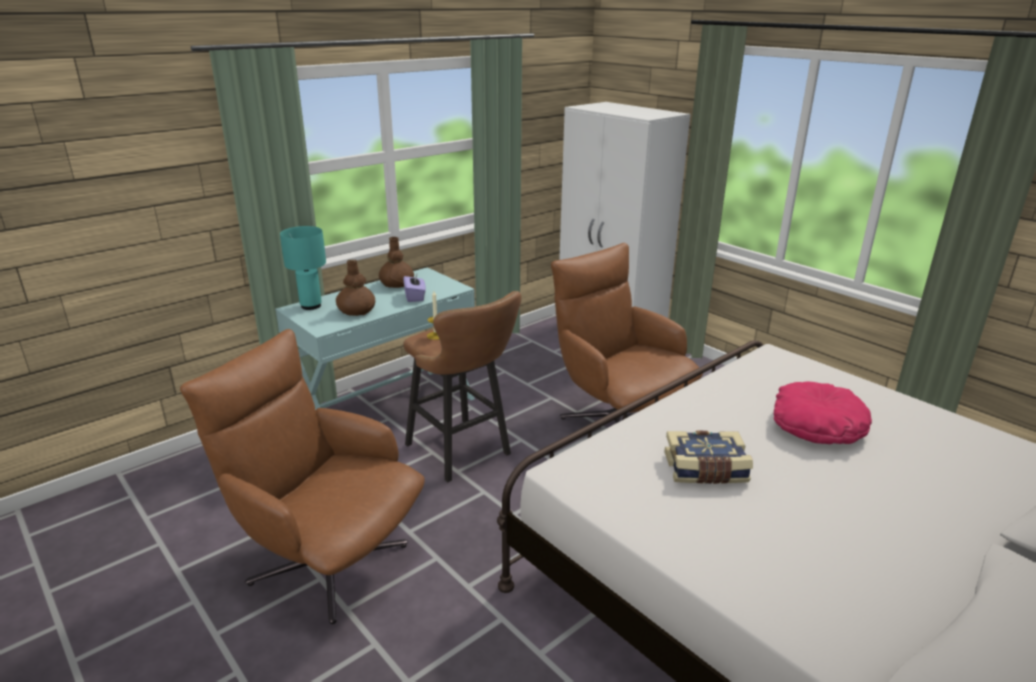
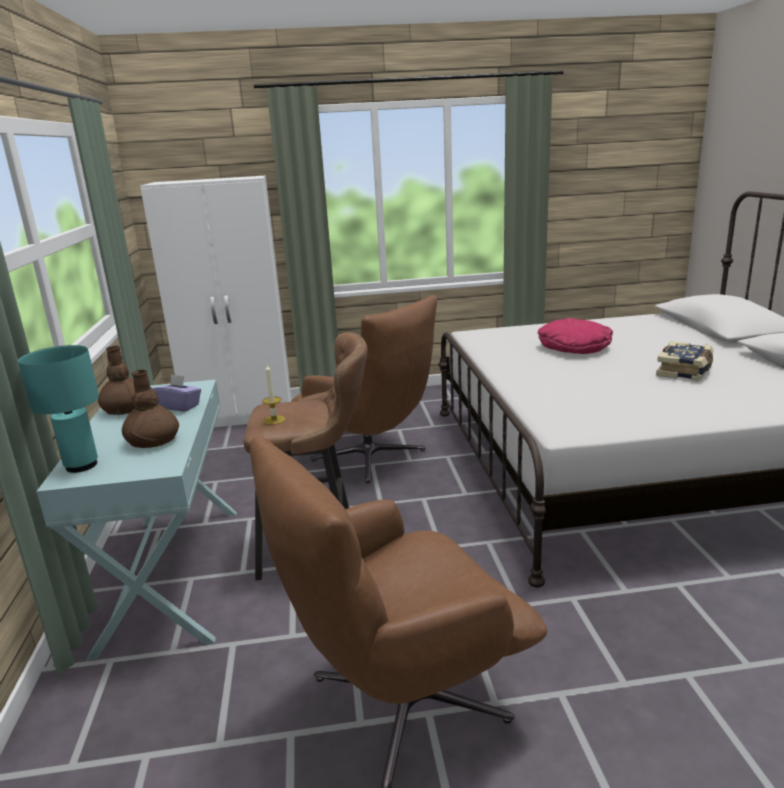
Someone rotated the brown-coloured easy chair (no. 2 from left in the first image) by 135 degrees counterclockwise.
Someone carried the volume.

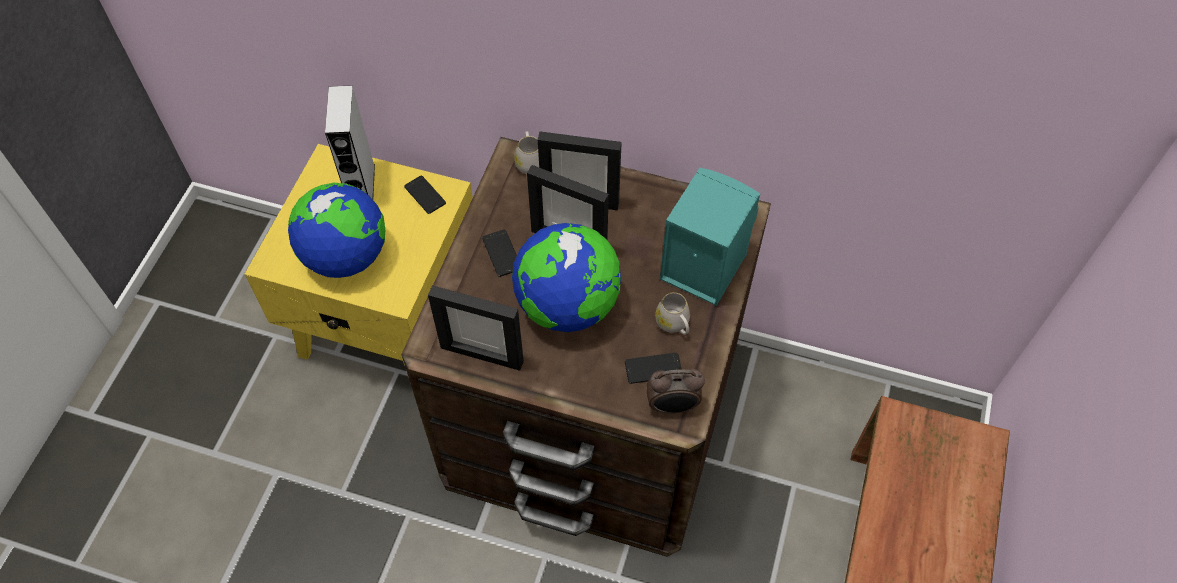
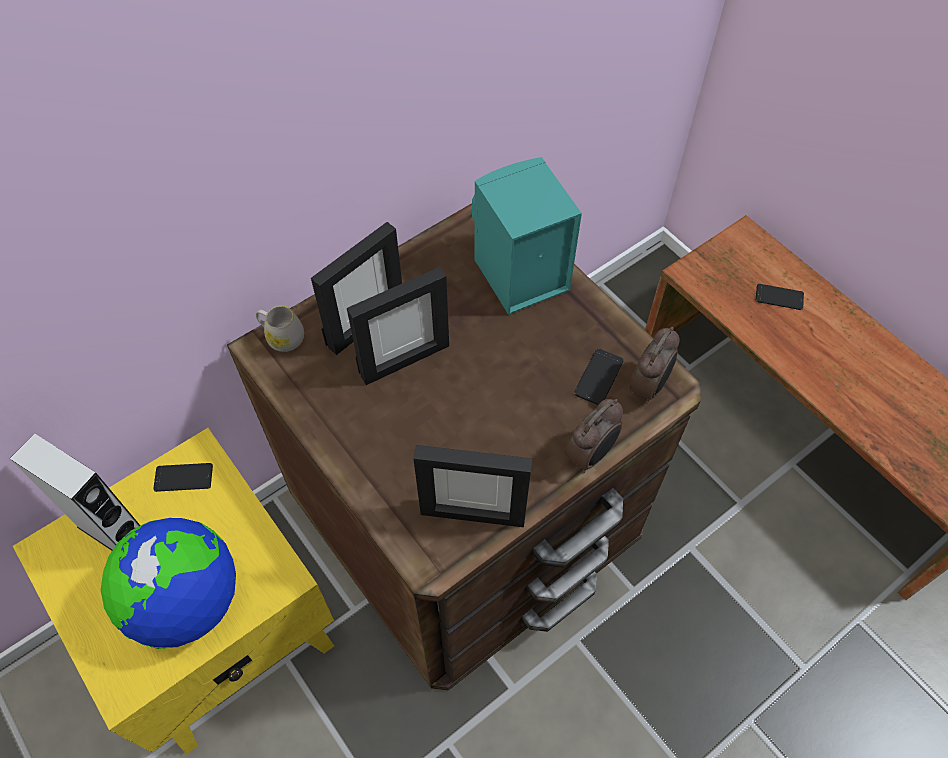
Someone took away the globe (no. 2 from left).
Someone carried the handset (no. 2 from left in the first image).
Someone rotated the picture frame (no. 1 from left in the first image) by 45 degrees clockwise.
Someone took away the whitish coffee mug (no. 2 from left).
Someone put down the alarm clock (no. 1 from left).

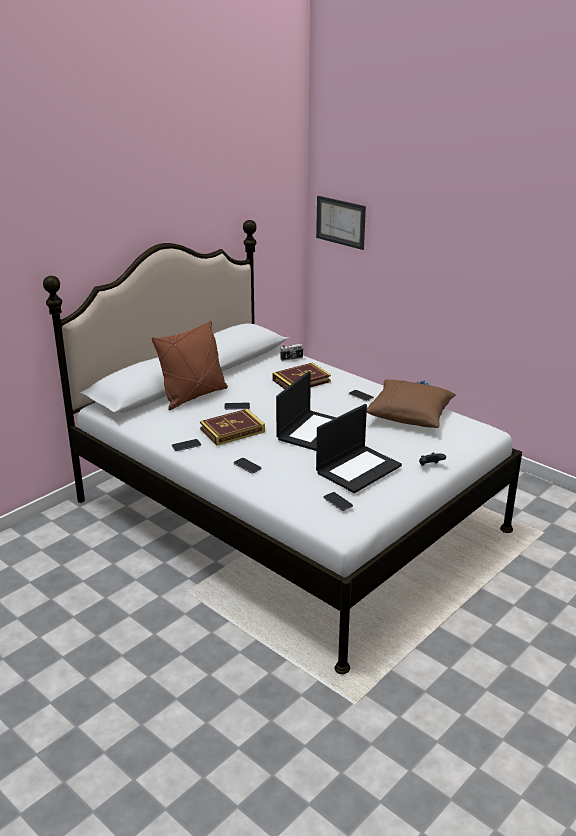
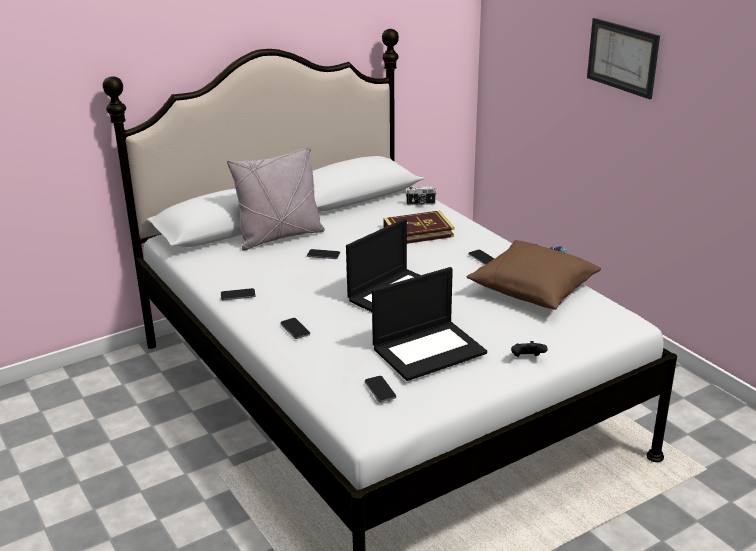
Someone carried the wall picture.
Someone repainted the brown-coloured throw pillow (no. 1 from left), which became the purple throw pillow.
Someone took away the volume (no. 1 from left).

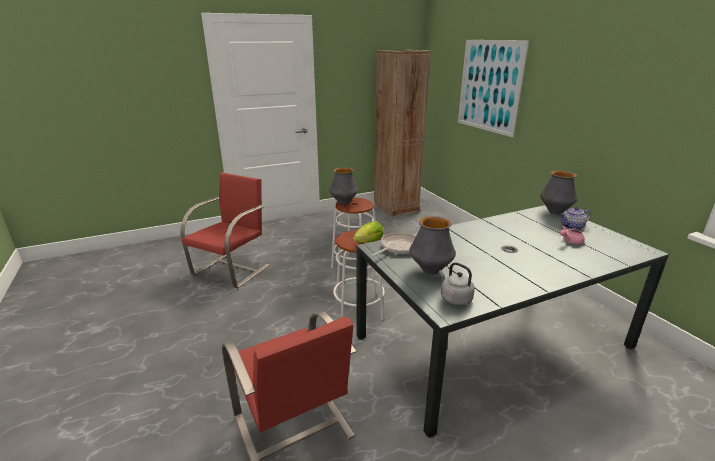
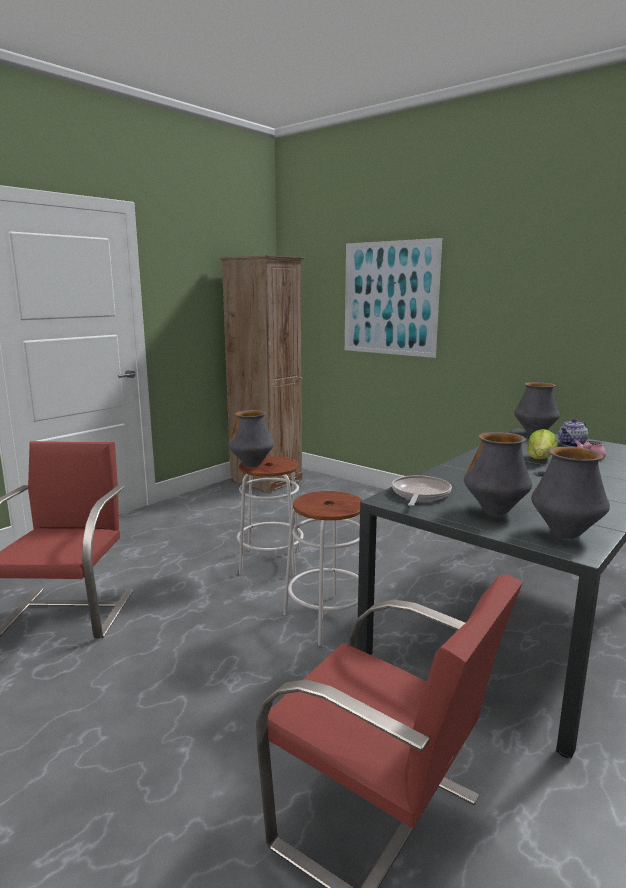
Someone carried the lettuce.
Someone swapped the greyish tea kettle for the decorative vase (no. 4 from left).

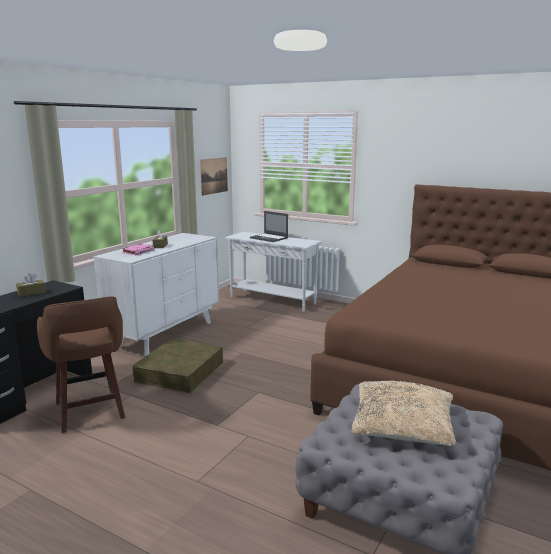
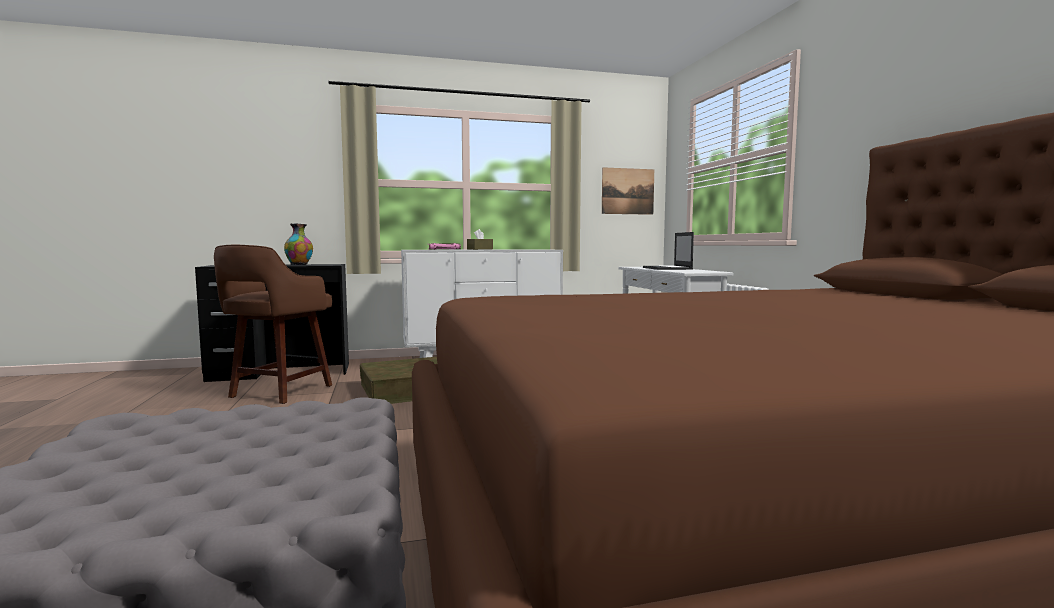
Someone swapped the brown-coloured tissue holder (no. 1 from left) for the decorative vase.
Someone took away the beige-coloured throw pillow.

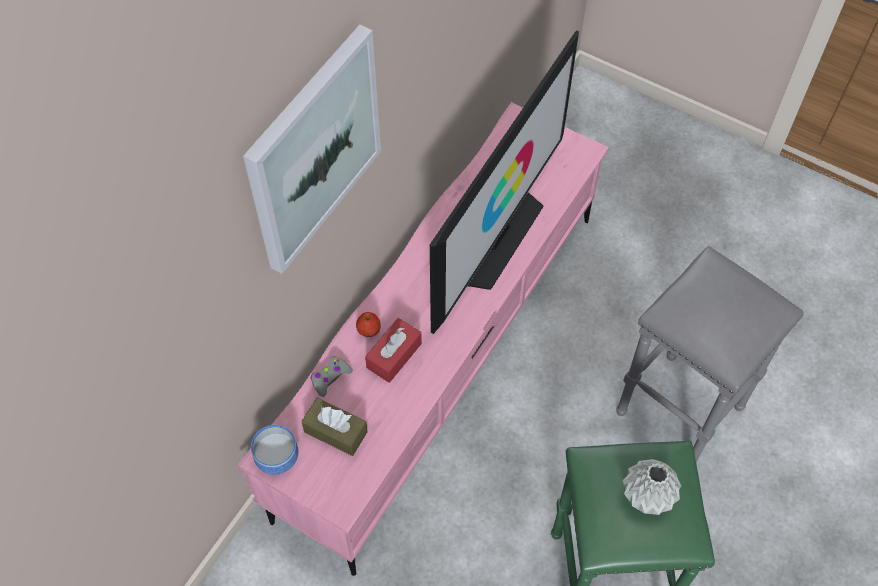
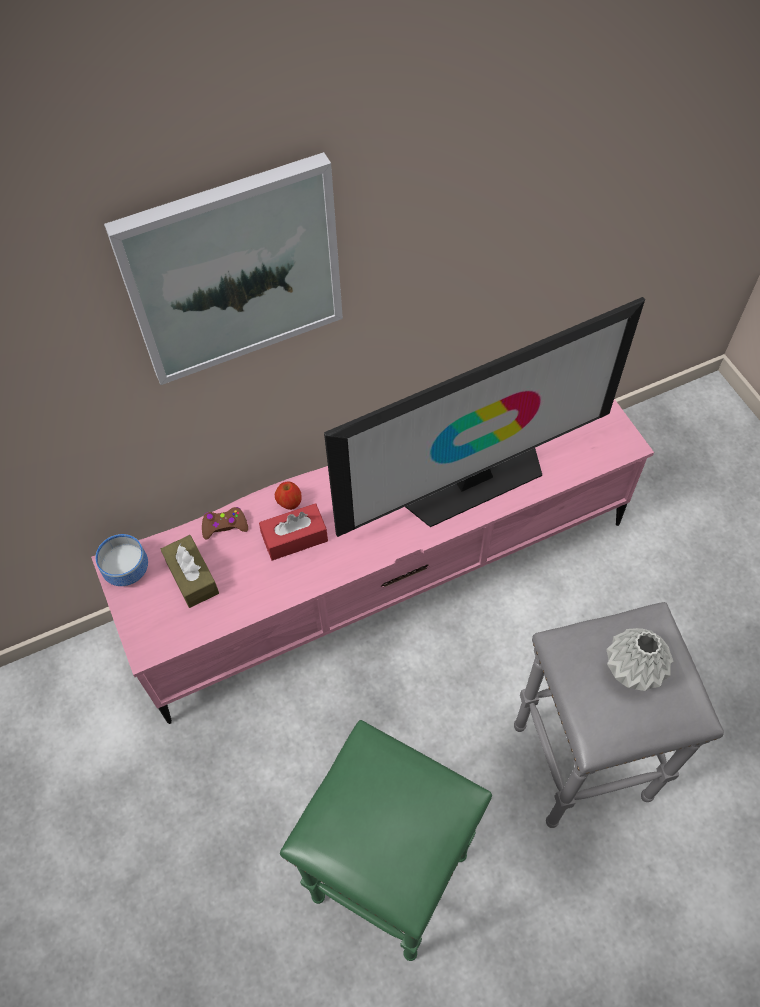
Someone repainted the greyish gamepad, which became the brown-coloured gamepad.
Someone carried the greyish decorative vase.

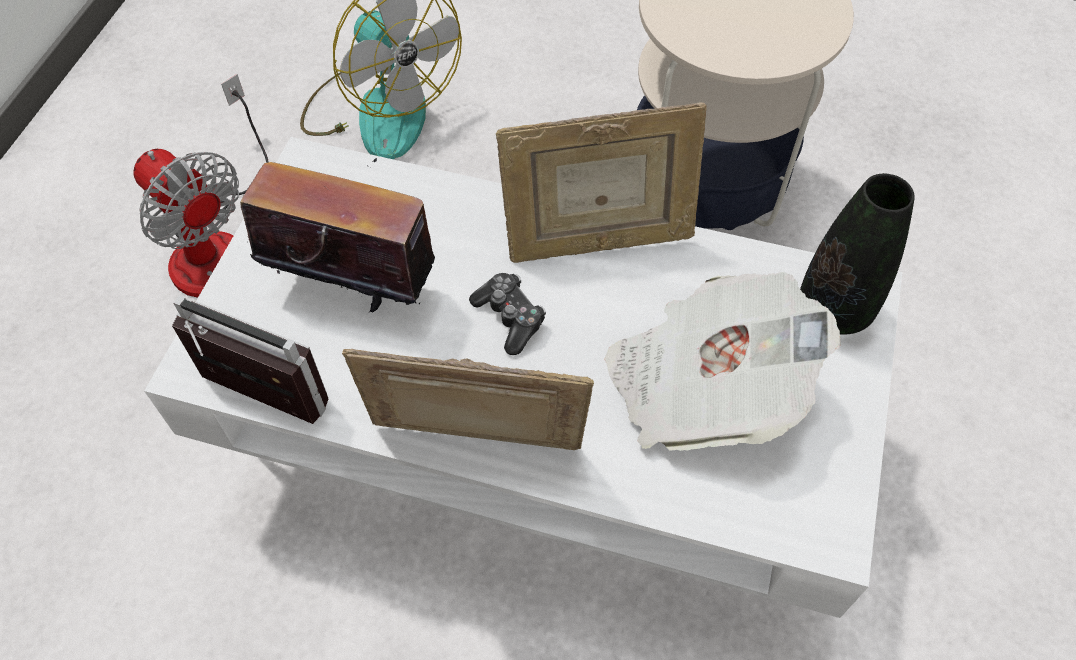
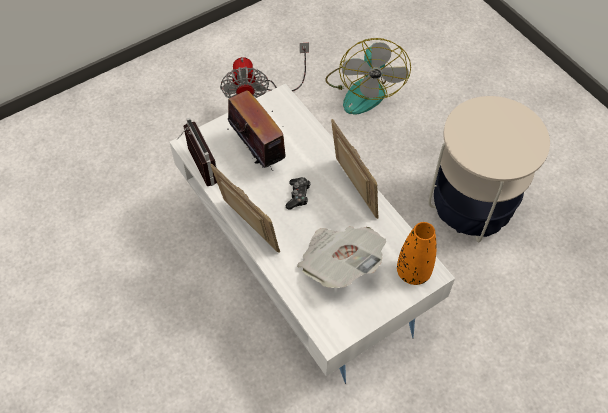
Someone rotated the picture frame (no. 2 from left) by 150 degrees counterclockwise.
Someone repainted the black decorative vase, which became the orange-coloured decorative vase.

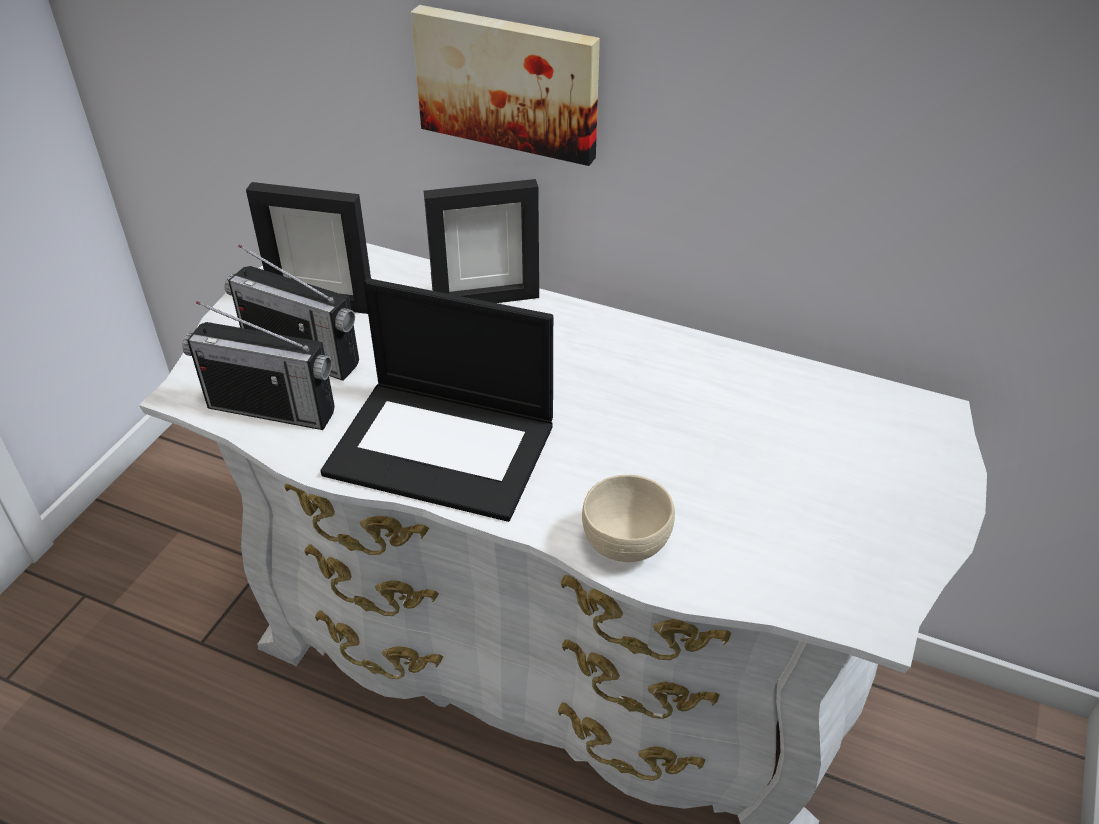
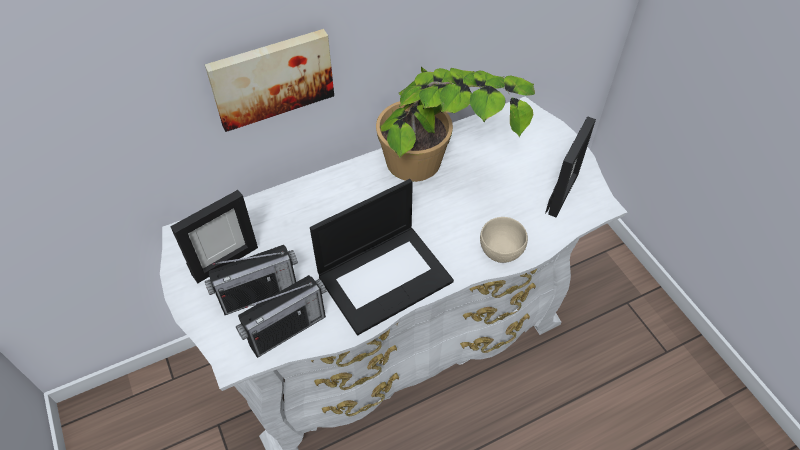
Someone carried the picture frame (no. 2 from left).
Someone put down the potted plant.

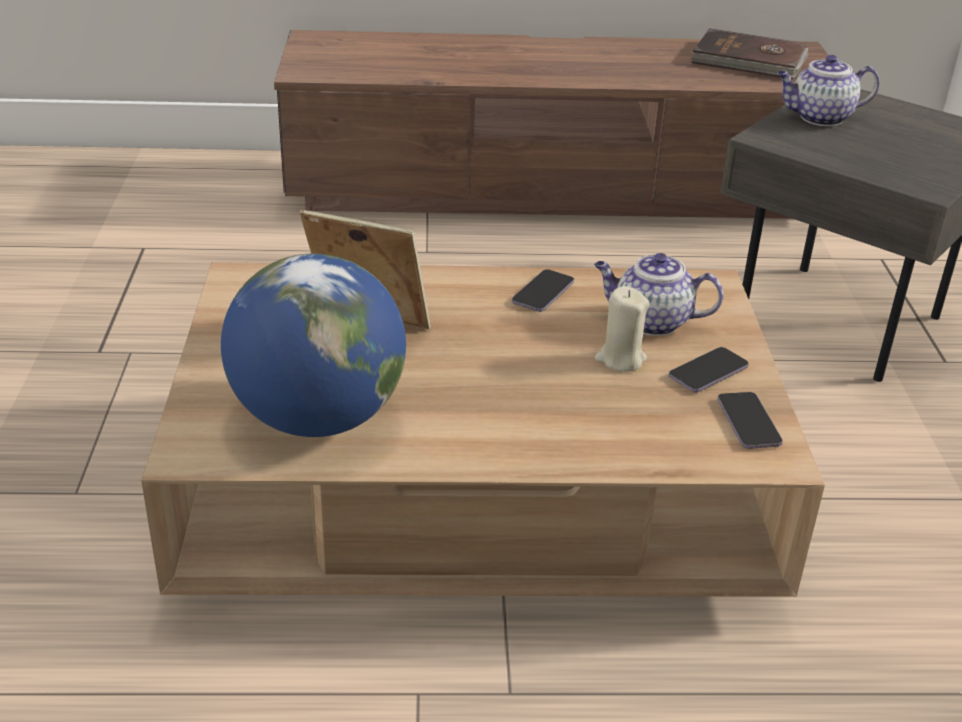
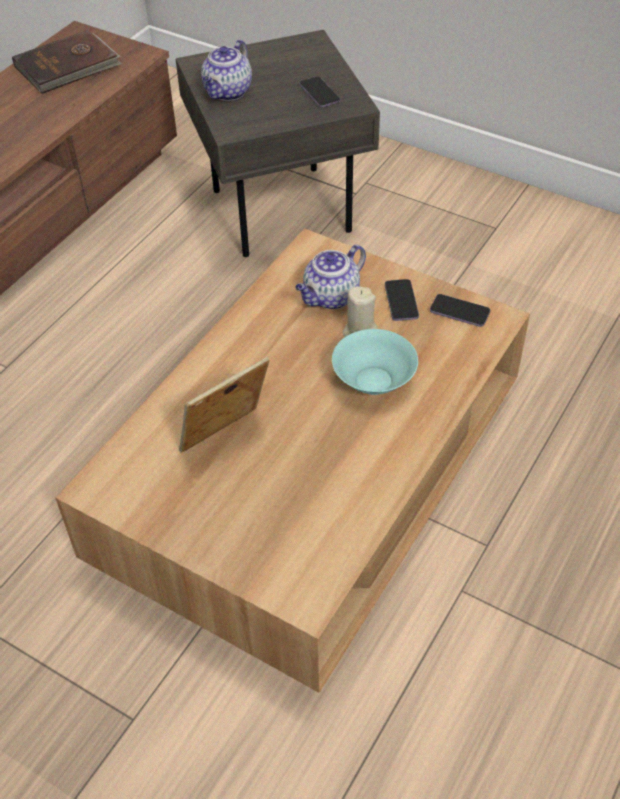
Someone took away the globe.
Someone carried the handset (no. 1 from left).
Someone put down the turquoise deep dish.

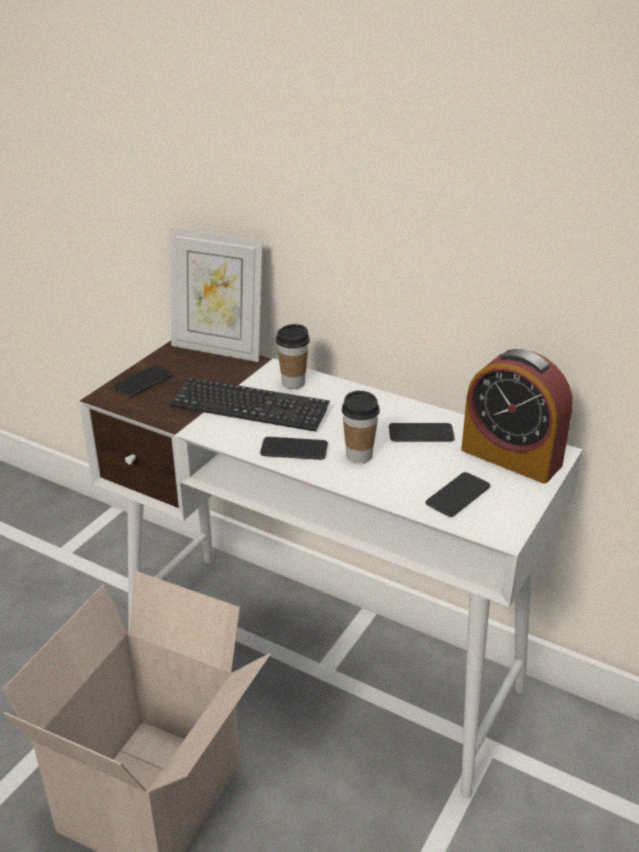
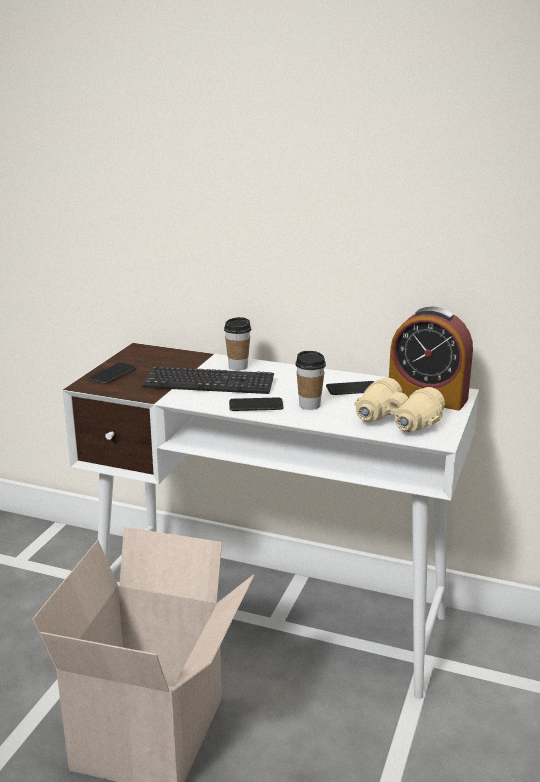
Someone took away the picture frame.
Someone swapped the handset (no. 4 from left) for the beige-coloured binoculars.

